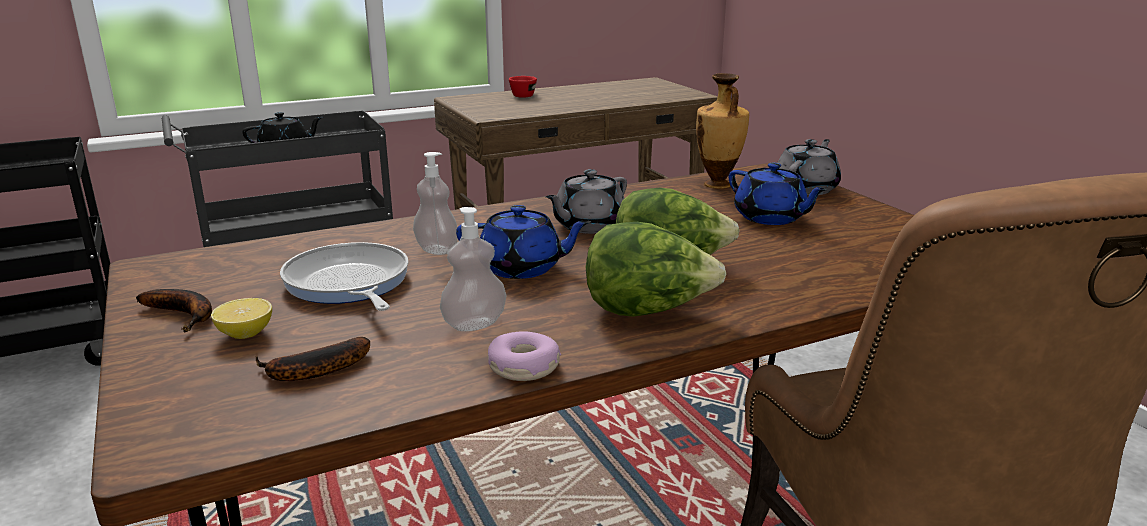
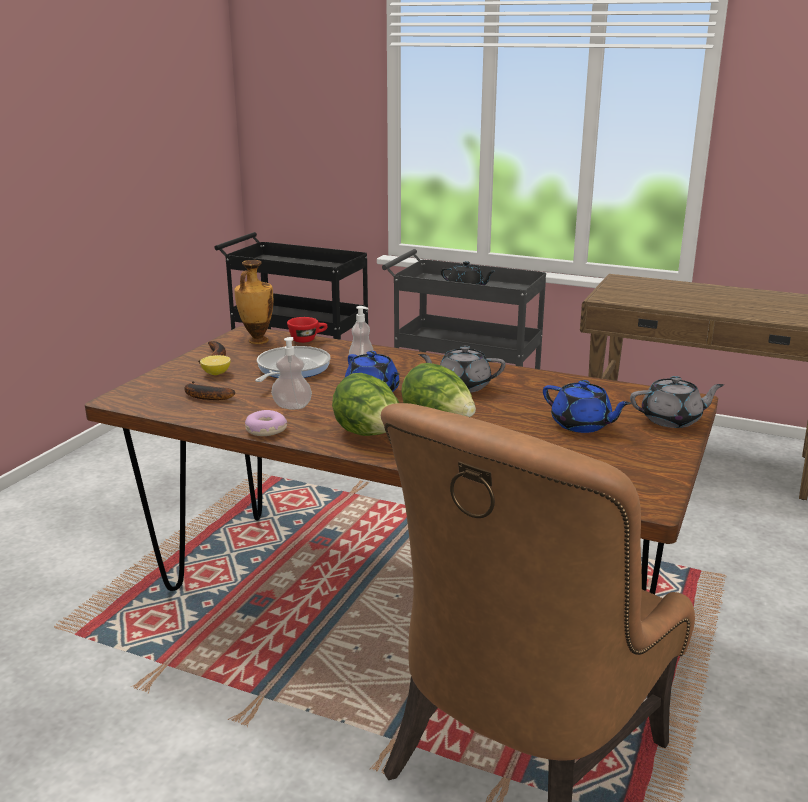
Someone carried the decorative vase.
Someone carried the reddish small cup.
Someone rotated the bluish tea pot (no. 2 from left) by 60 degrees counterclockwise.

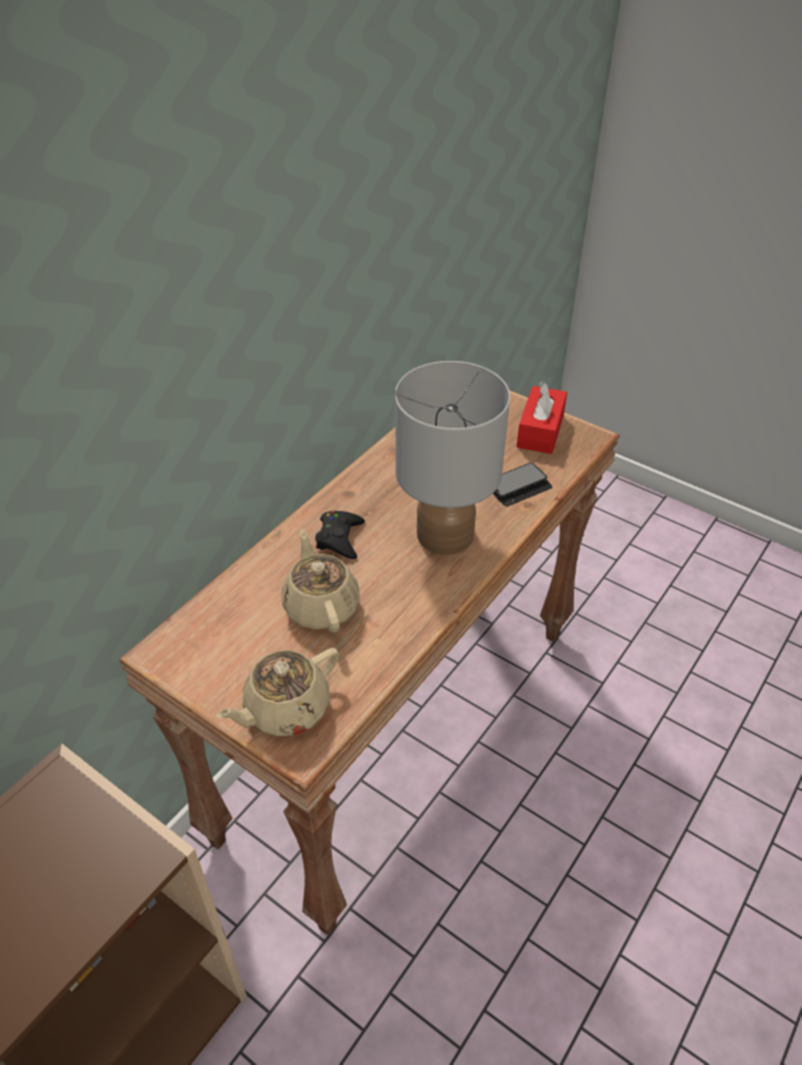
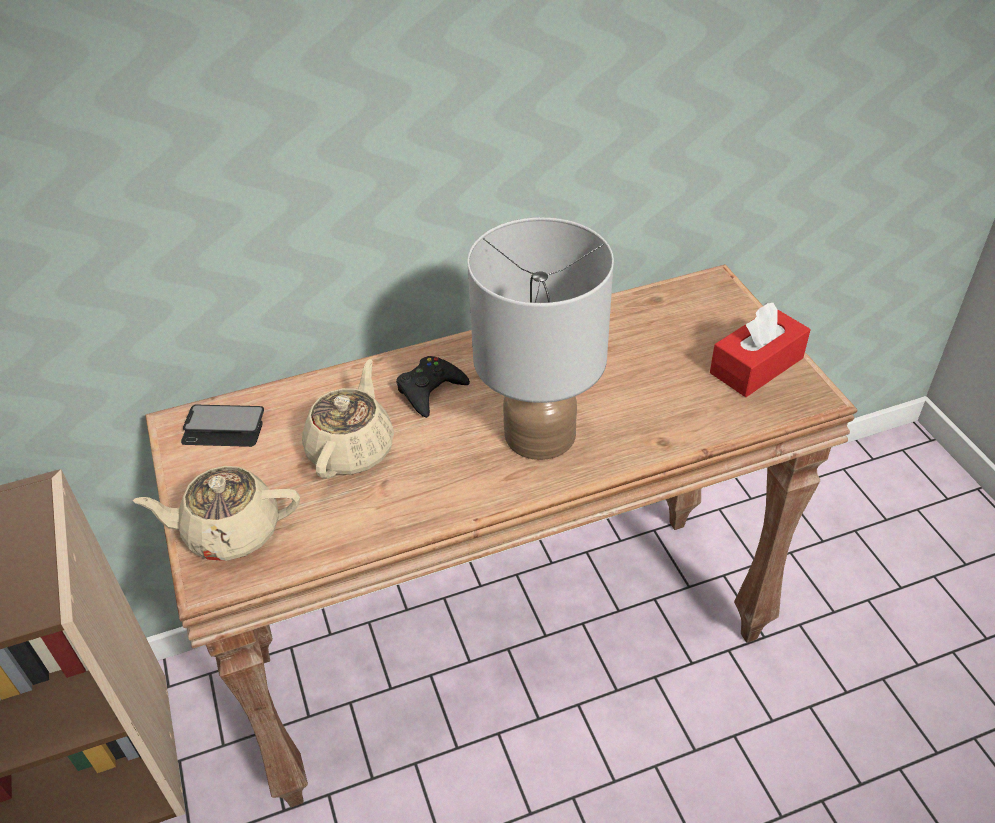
Someone carried the handset.

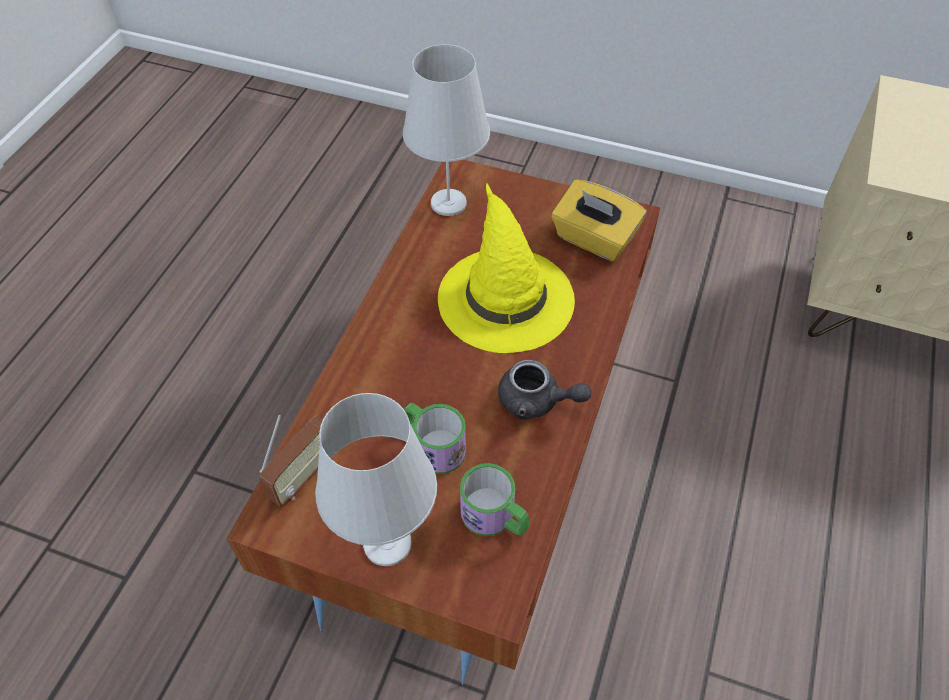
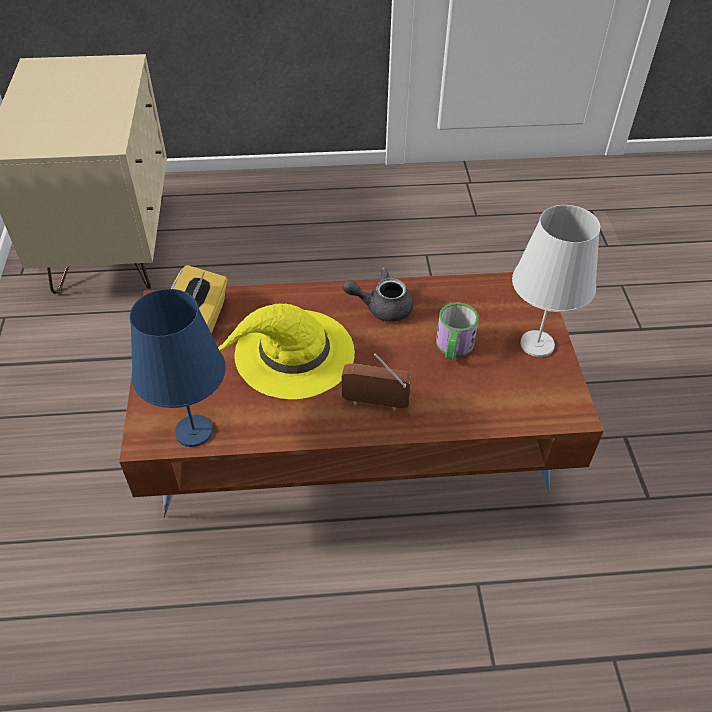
Someone repainted the whitish lamp for a table (no. 2 from left), which became the bluish lamp for a table.
Someone rotated the greyish tea pot by 90 degrees counterclockwise.
Someone carried the radio receiver.
Someone took away the coffee mug (no. 2 from left).

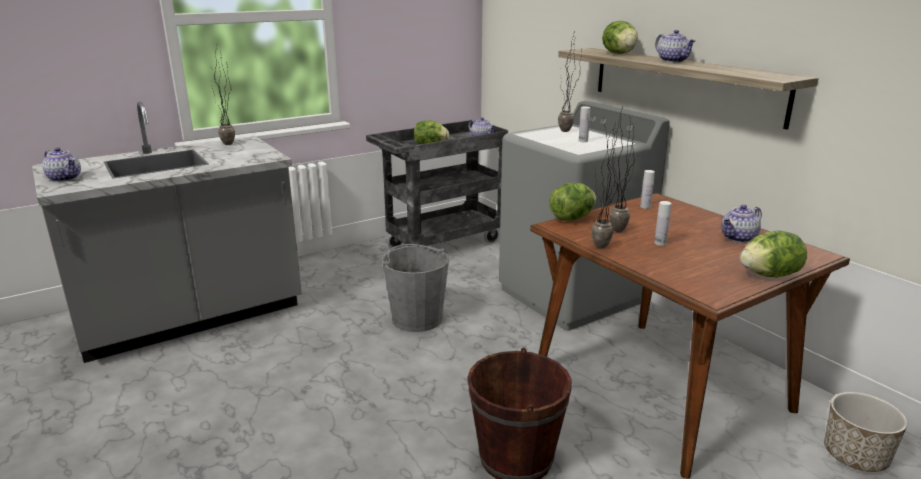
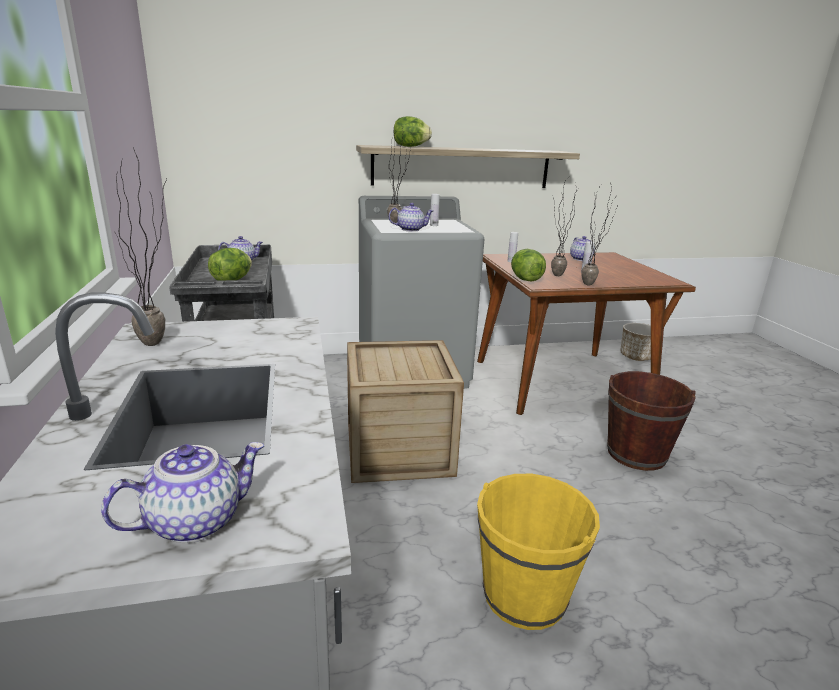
Someone carried the tea pot (no. 3 from left).
Someone took away the lettuce (no. 4 from left).
Someone swapped the greyish water bucket for the shipping crate.
Someone put down the yellow water bucket.

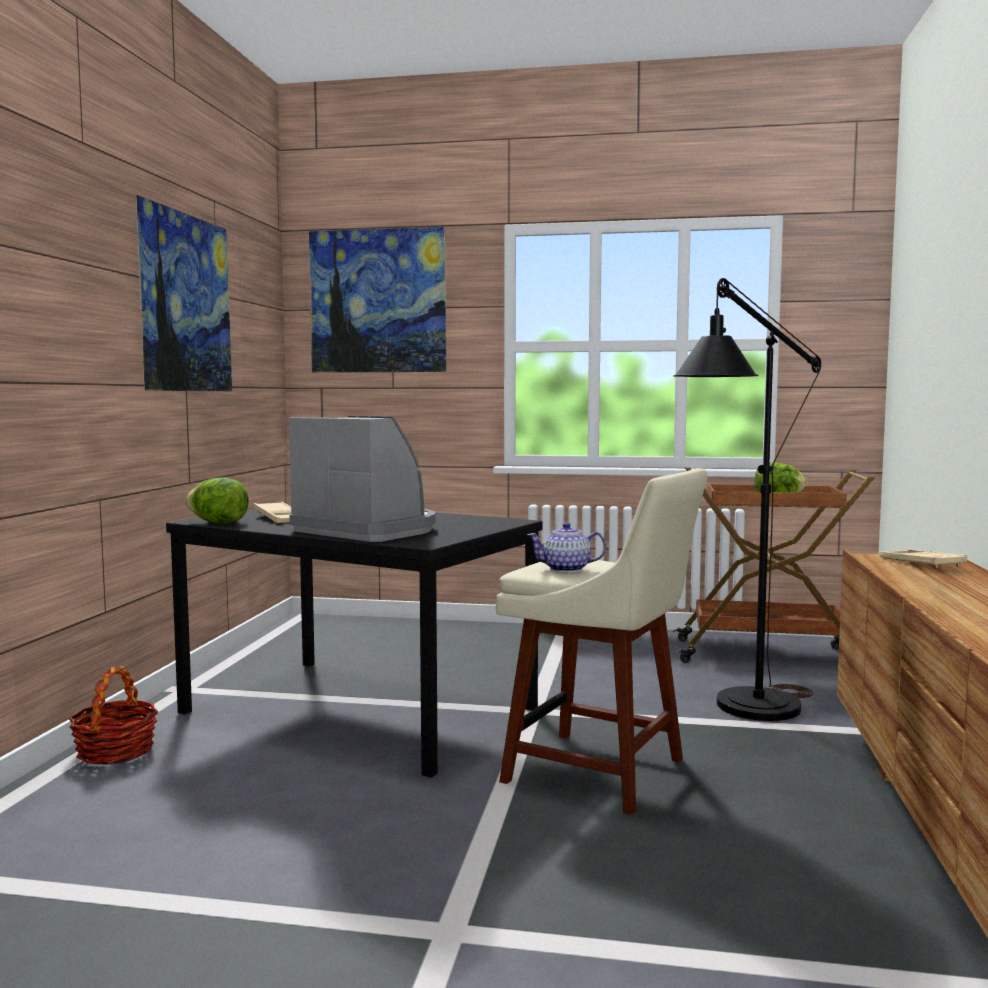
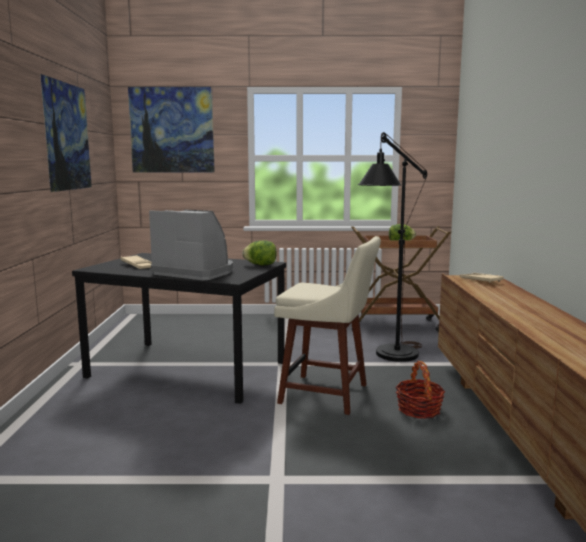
Someone carried the lettuce (no. 1 from left).
Someone took away the tea pot.
Someone carried the storage basket.

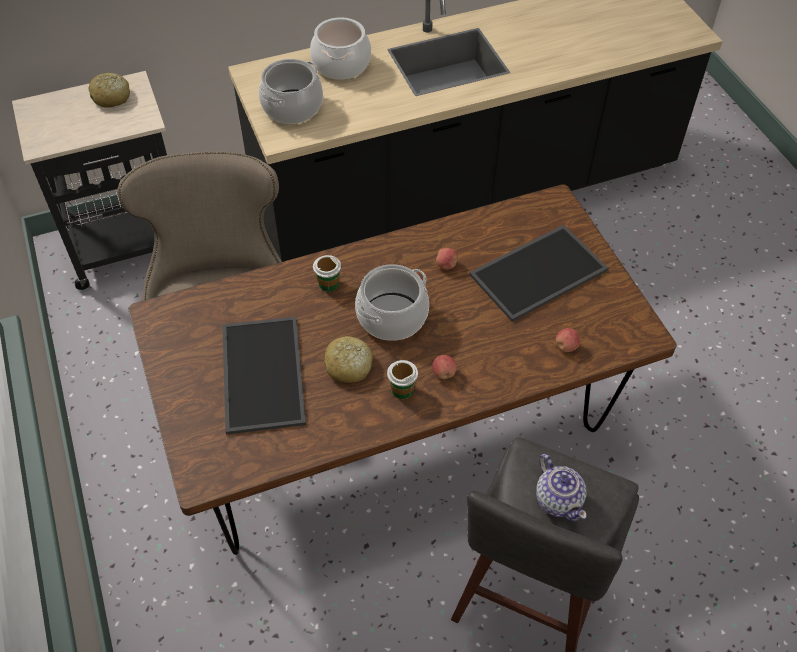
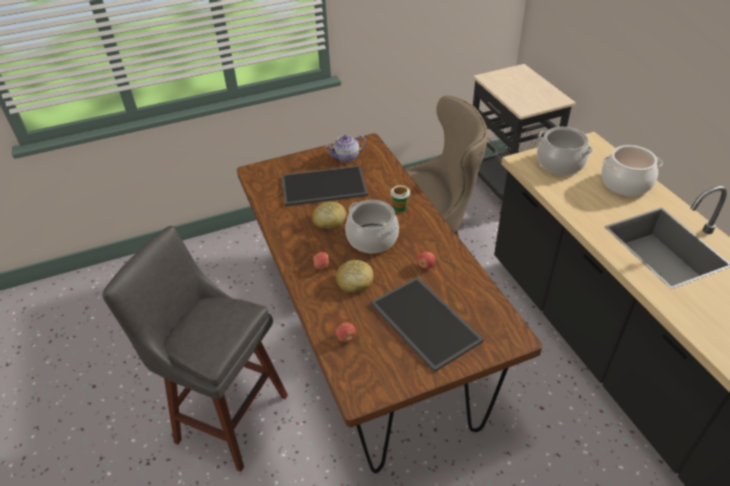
Someone carried the baked bread (no. 1 from left in the first image).
Someone took away the small cup (no. 2 from left).
Someone carried the tea pot.

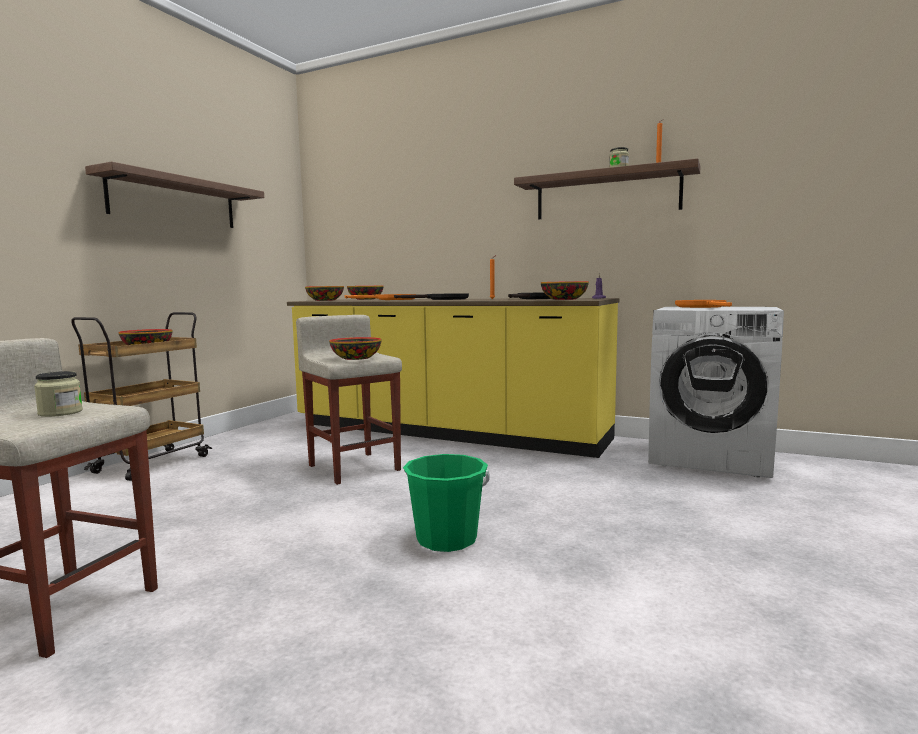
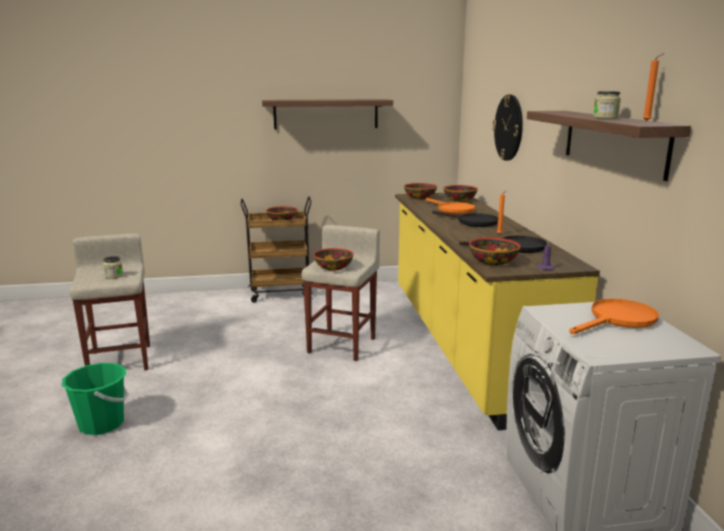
Someone carried the greenish water bucket.
Someone put up the wall clock.

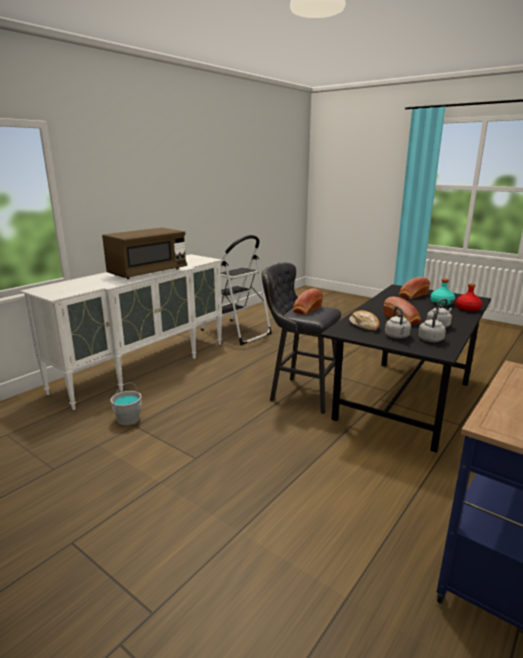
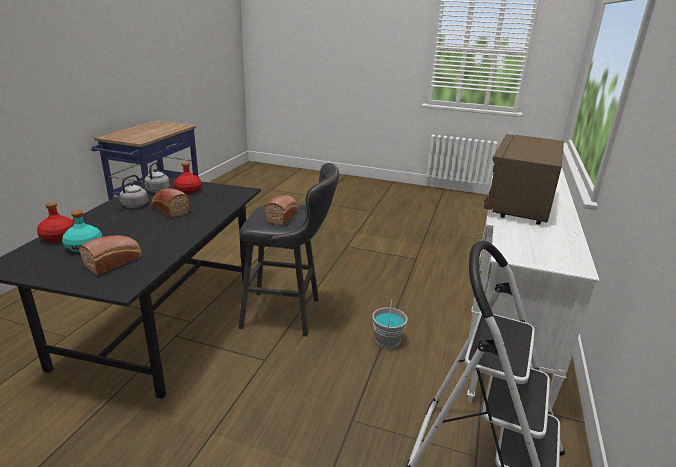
Someone swapped the greyish tea kettle (no. 1 from left) for the reddish beverage bottle (no. 2 from left).
Someone took away the baked bread (no. 2 from left).
Someone carried the greyish water bucket.

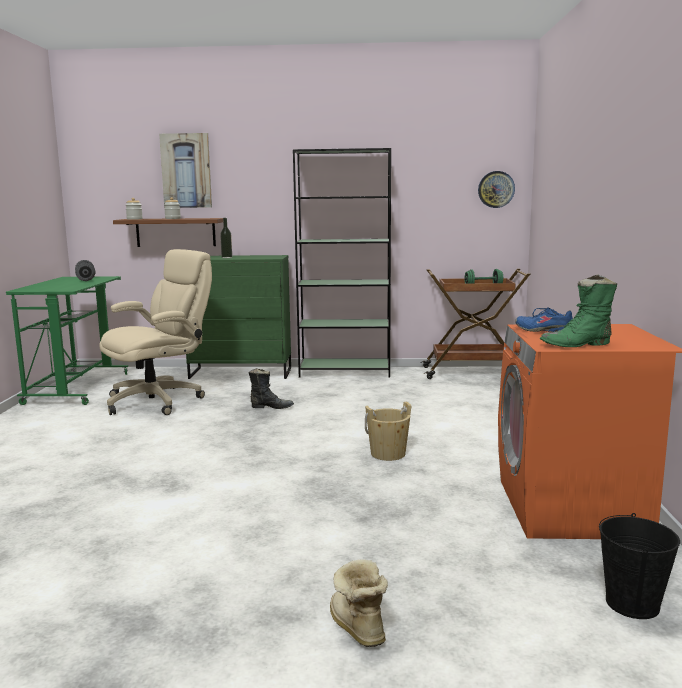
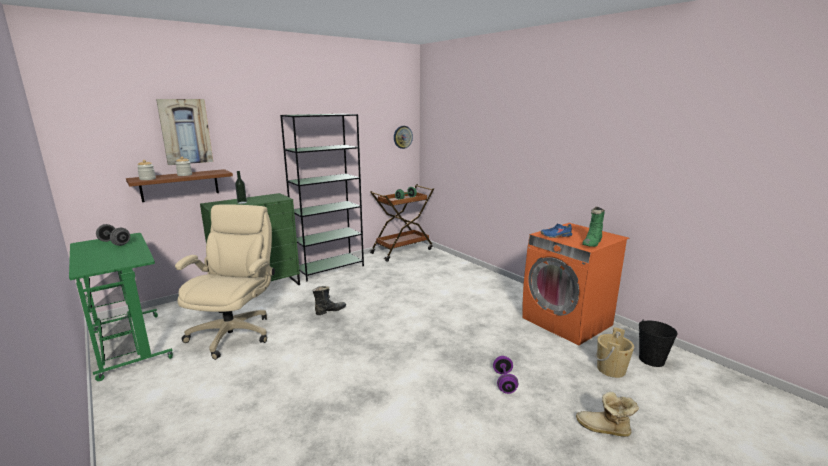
Someone carried the beige-coloured water bucket.
Someone put down the purple free weight.

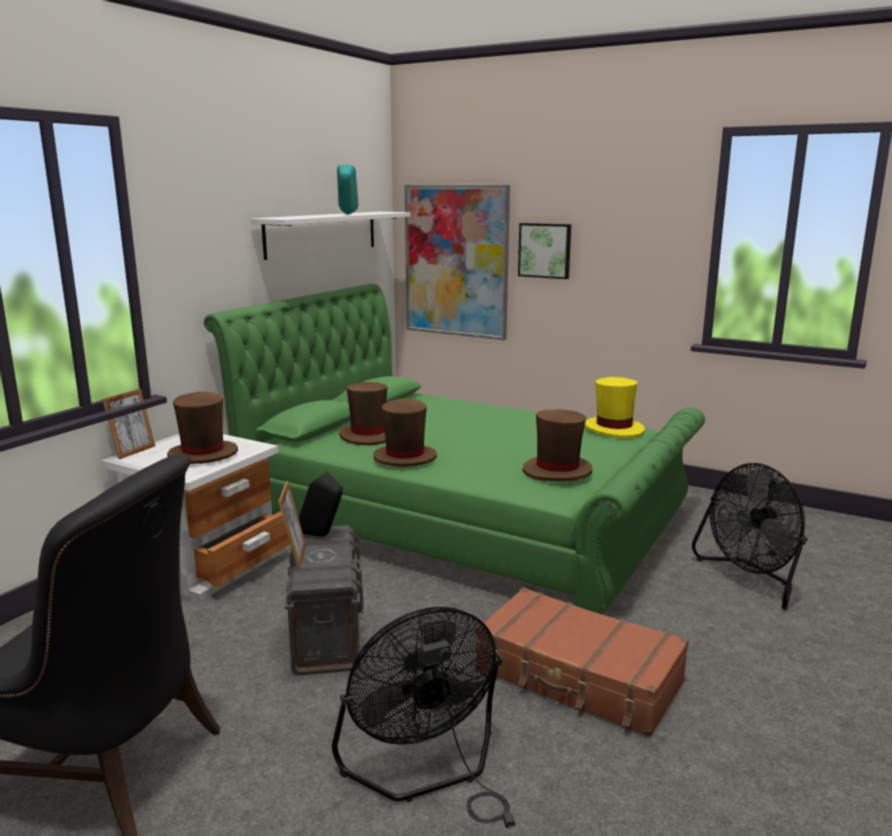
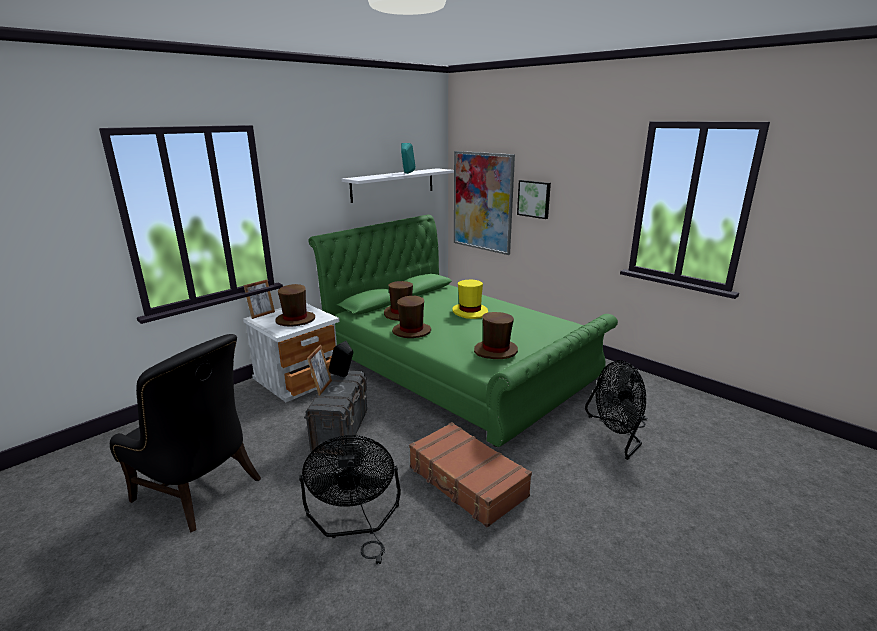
Someone carried the yellow clothing hat.

